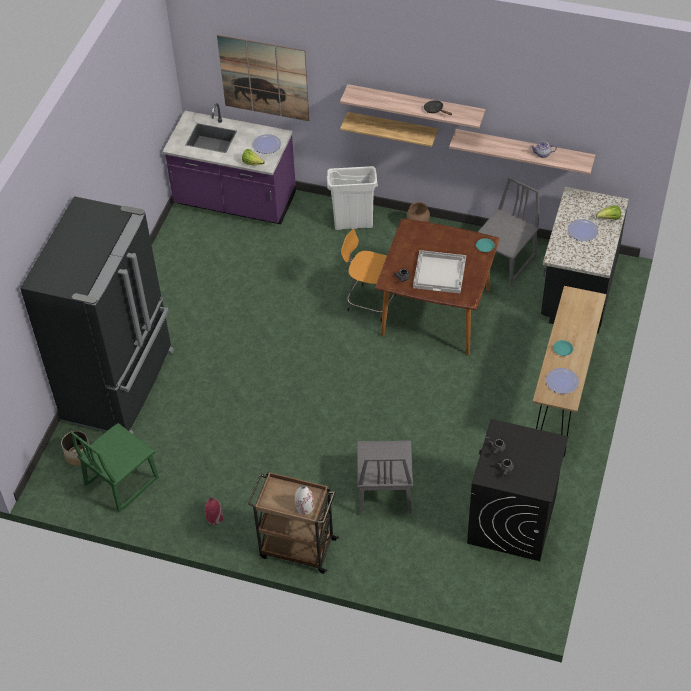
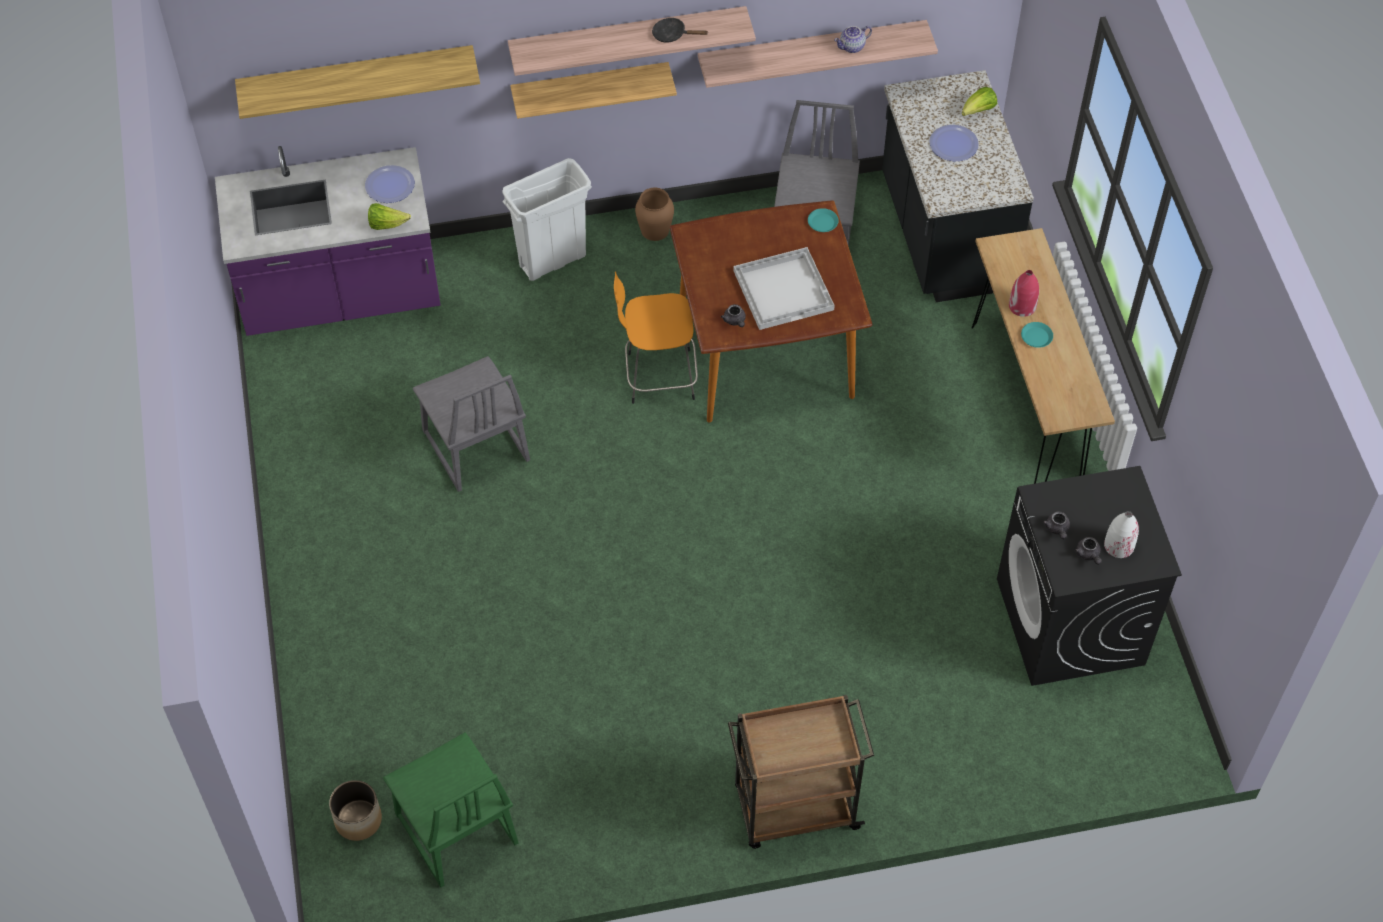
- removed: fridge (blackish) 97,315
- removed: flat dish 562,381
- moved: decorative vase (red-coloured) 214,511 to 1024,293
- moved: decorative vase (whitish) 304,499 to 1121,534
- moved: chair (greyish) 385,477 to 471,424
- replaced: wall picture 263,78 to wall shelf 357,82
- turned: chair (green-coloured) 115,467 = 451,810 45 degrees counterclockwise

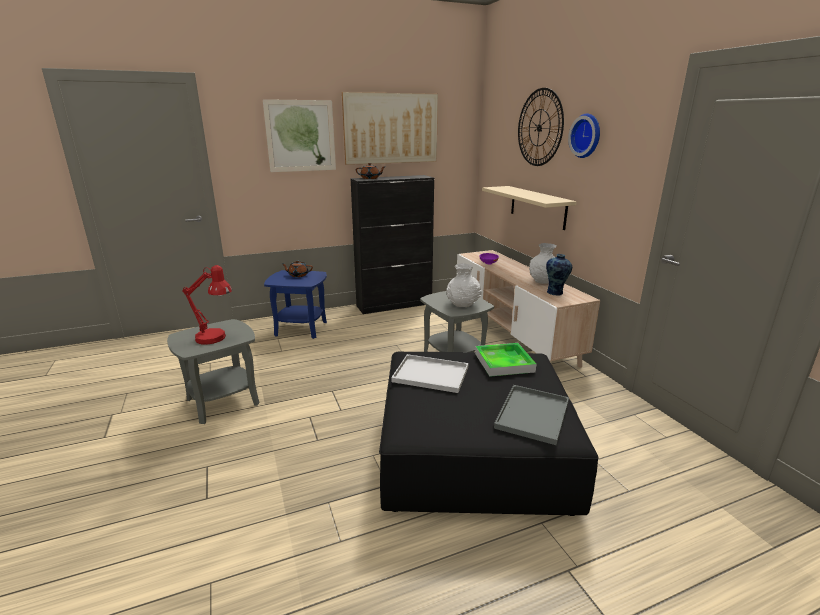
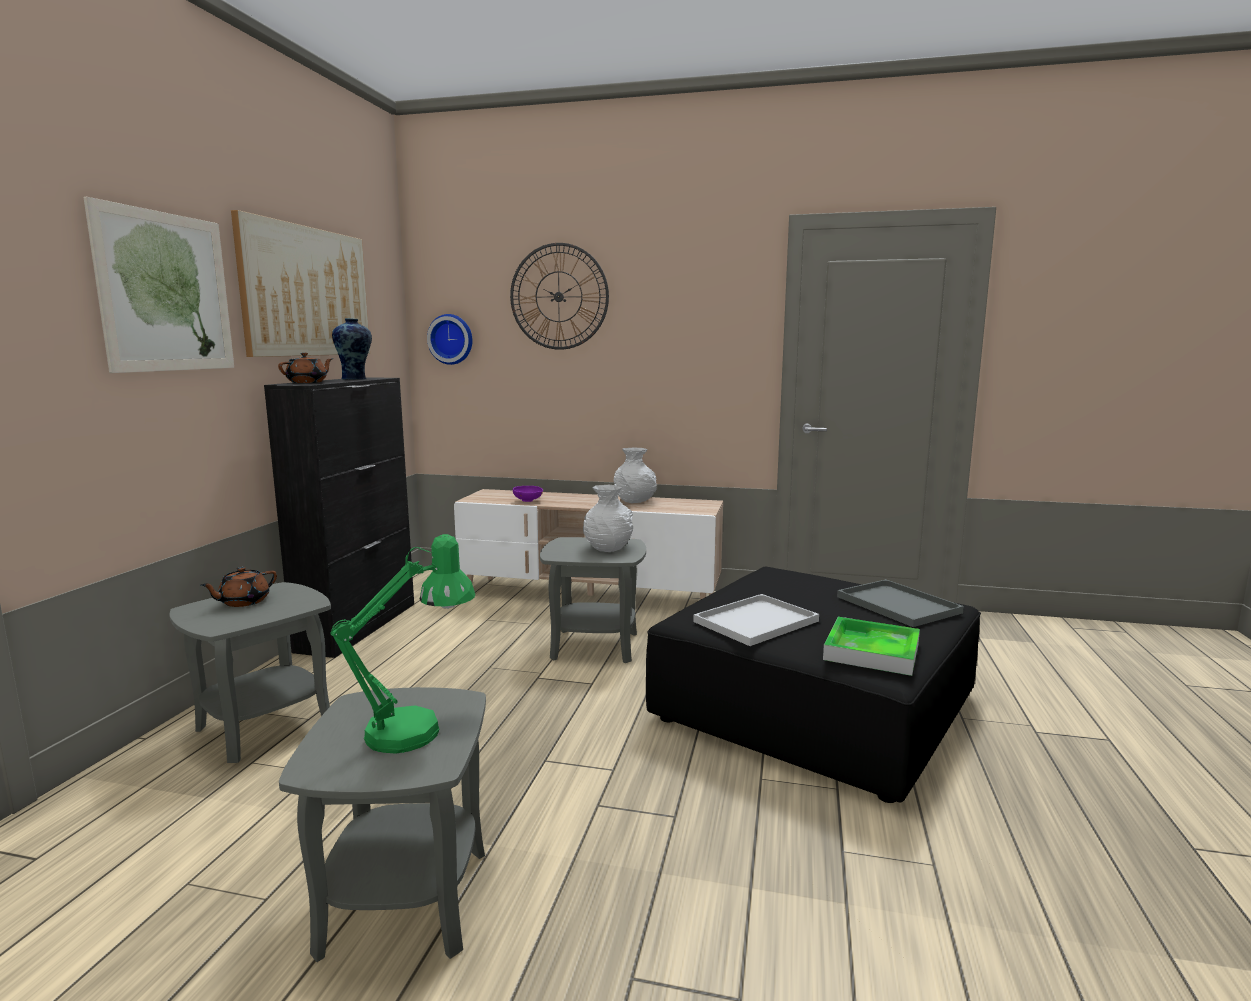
- removed: wall shelf (beige-coloured) 529,208
- moved: carrying tray 505,360 to 871,646
- moved: decorative vase 559,274 to 352,349
- moved: wall clock 584,135 to 449,339
- recoloured: lamp for a table (red-coloured) 207,305 to lamp for a table (green-coloured) 403,644
- recoloured: side table (blue) 295,304 to side table (greyish) 250,672

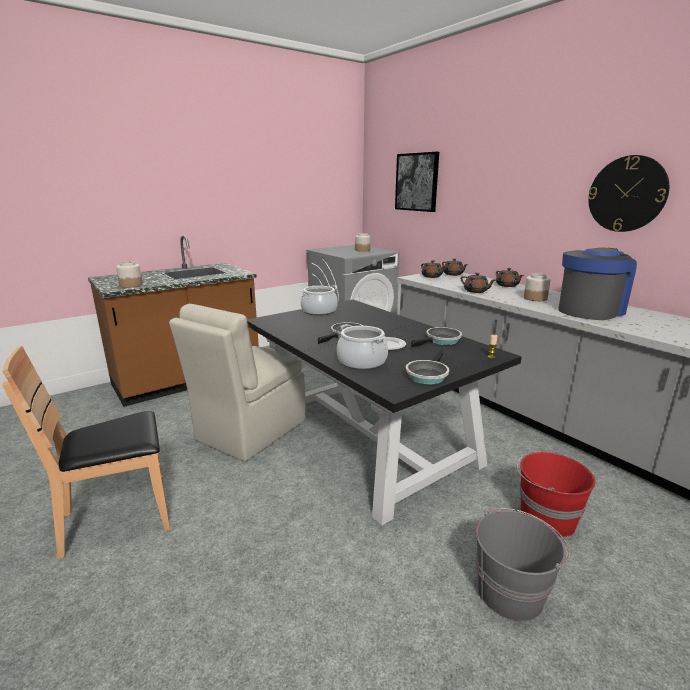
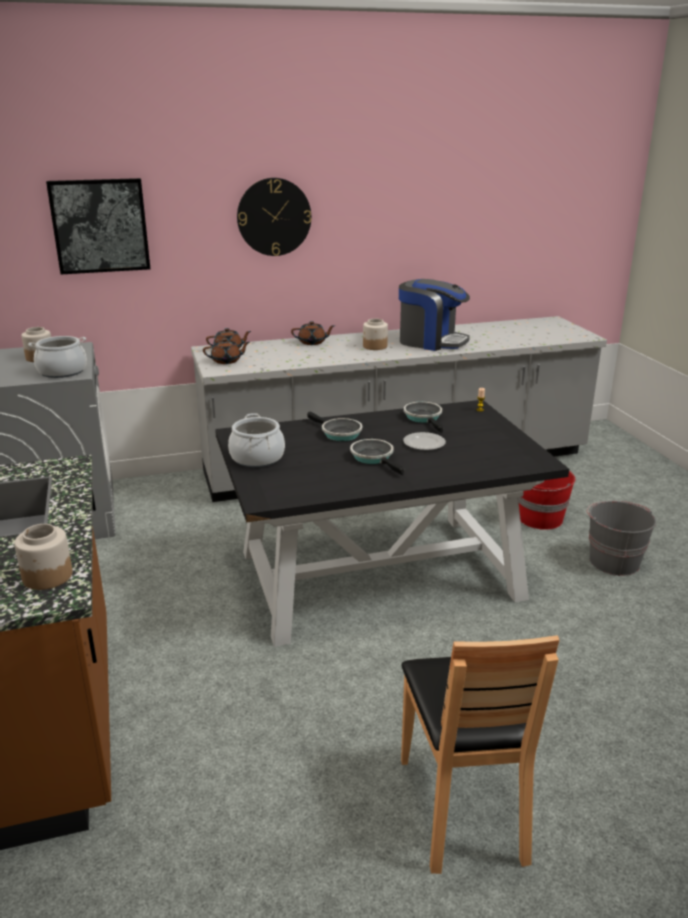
- removed: chair (beige-coloured) 237,382
- removed: tea pot (brownish) 478,283
- moved: cooking pot 362,347 to 57,357
- moved: frying pan 427,367 to 335,426
- moved: wall clock 628,193 to 274,217
- turned: coffee machine 597,283 = 434,315 135 degrees clockwise

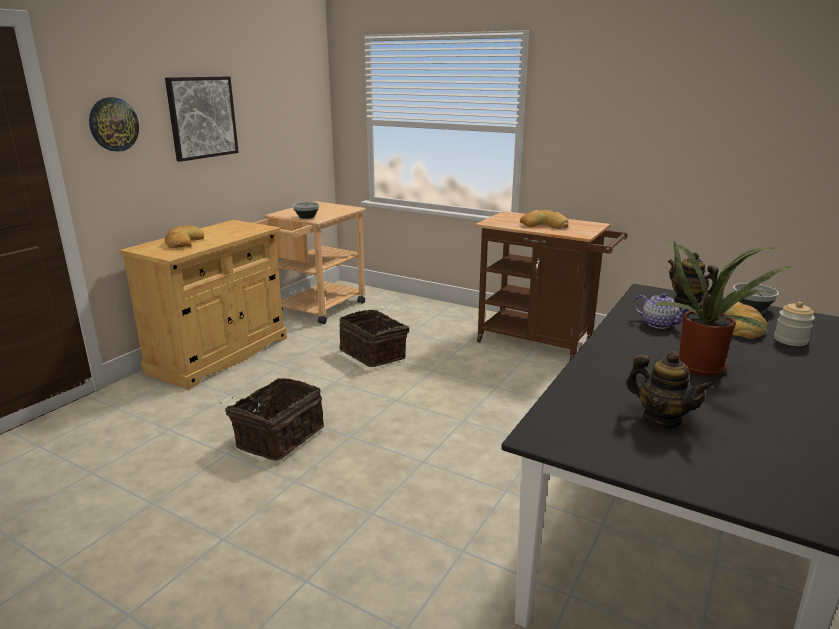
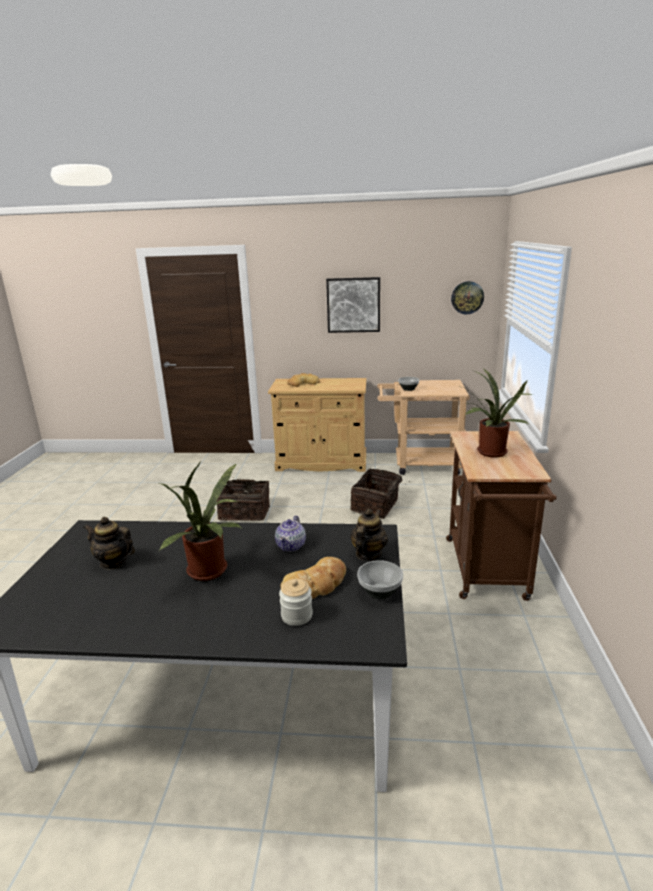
- moved: wall clock 114,124 to 467,297
- replaced: bakery bread 544,219 to plant in a pot 497,412
- turned: tea pot 669,389 = 109,543 90 degrees clockwise

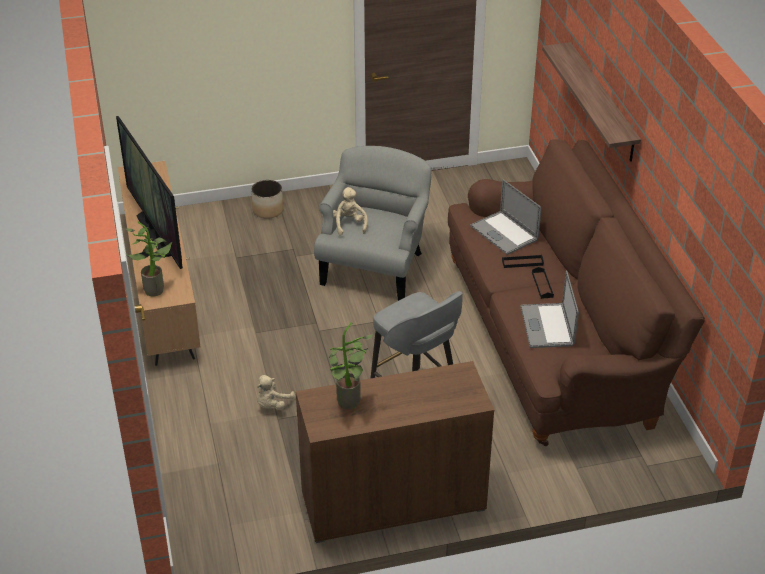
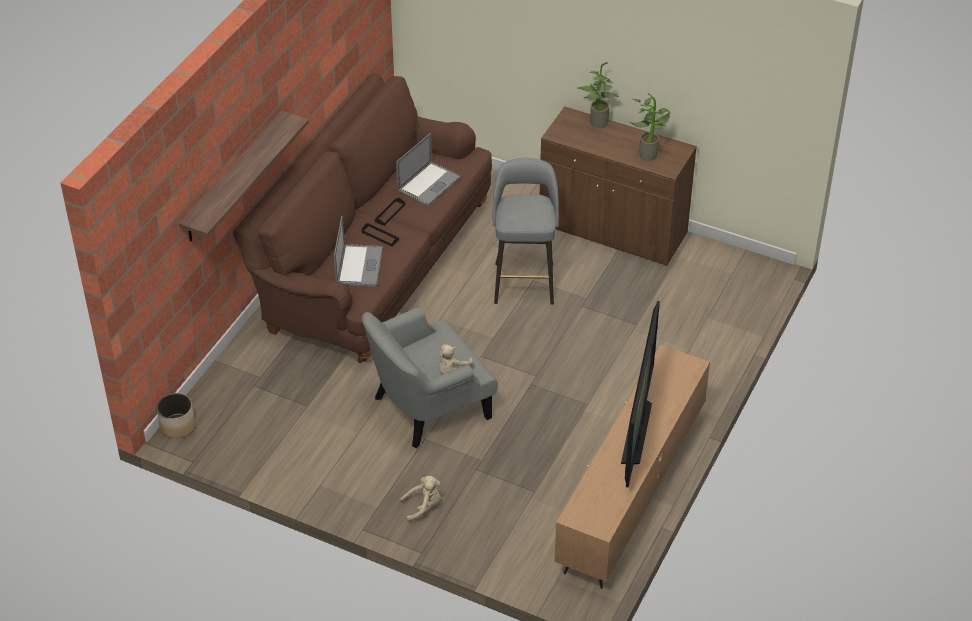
- moved: plant in a pot 148,259 to 598,95
- moved: plant pot 267,199 to 176,416
- moved: cuddly toy (beige-coloured) 276,392 to 420,499

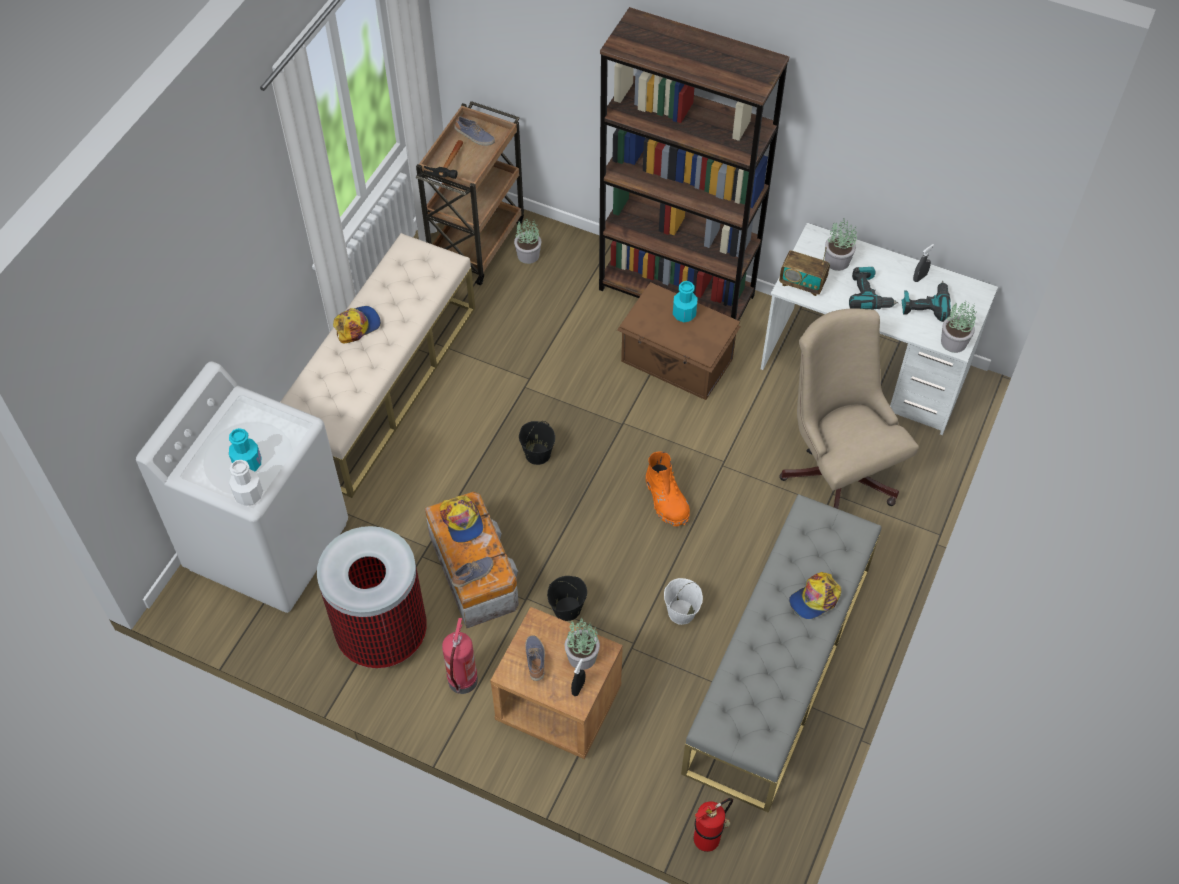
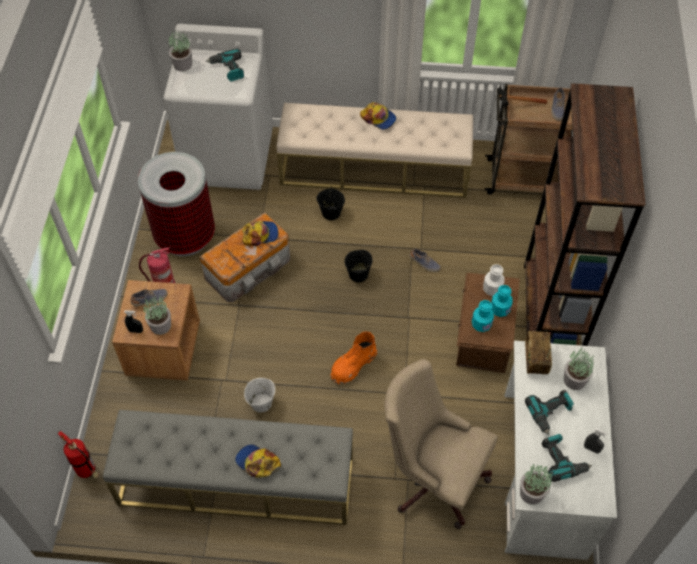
- added: power drill 225,65
- moved: bottle (turquoise) 245,449 to 483,316
- moved: bottle (whitish) 246,483 to 493,280
- moved: low shoe 473,572 to 425,260
- moved: plant in a pot 527,241 to 180,51
- moved: pail (blackish) 567,598 to 330,203
- turned: baseball cap 461,519 = 260,233 150 degrees counterclockwise
- turned: desk chair (beige-coloured) 849,408 = 441,444 105 degrees counterclockwise

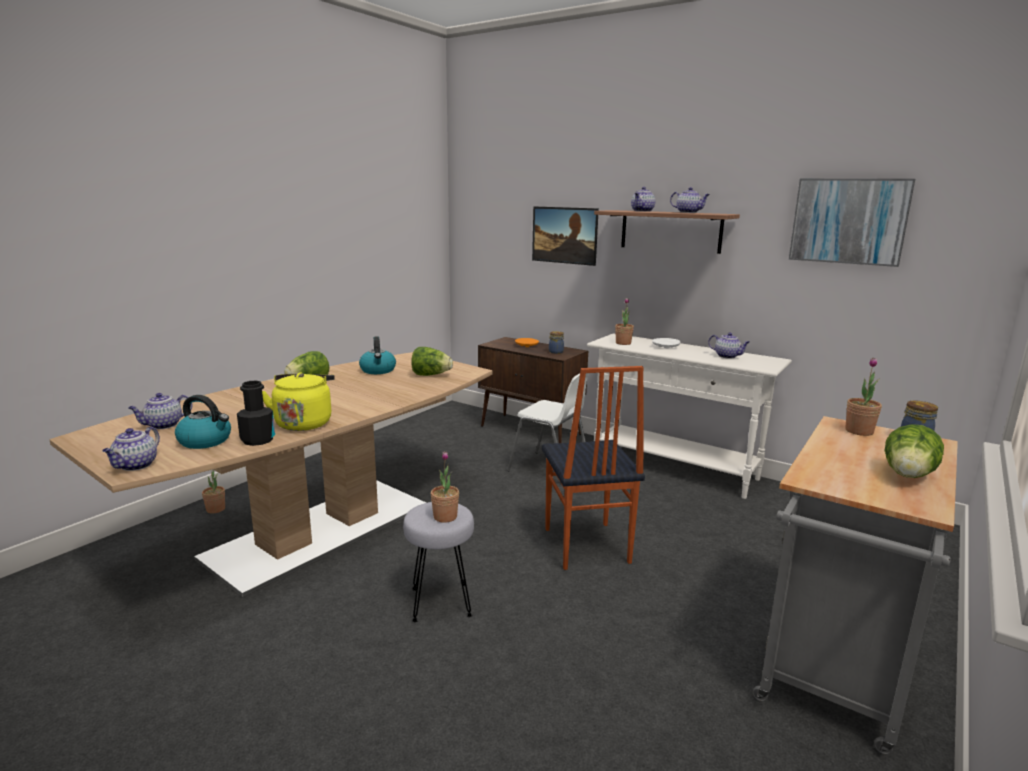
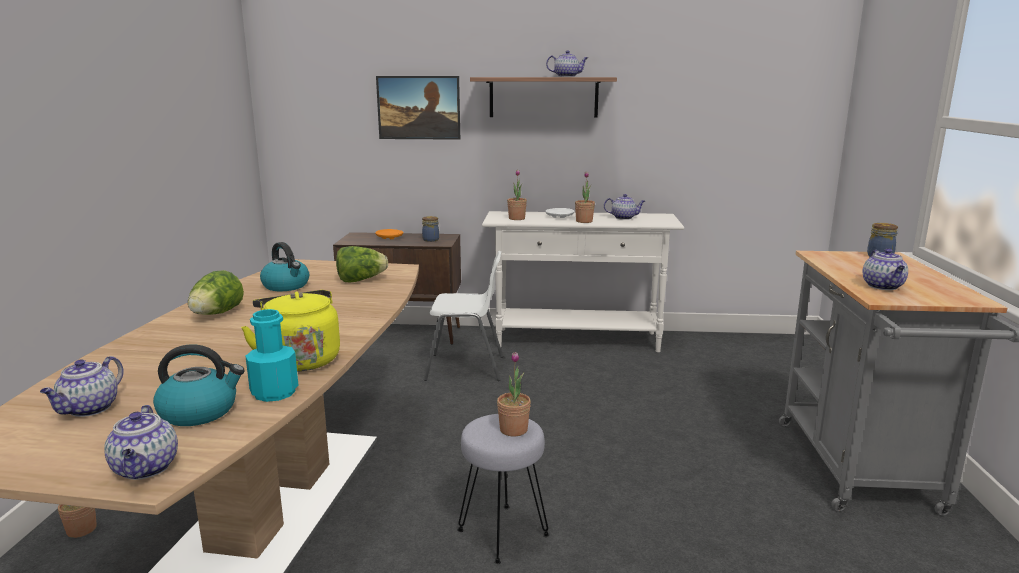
- removed: chair 593,468
- removed: wall picture 852,223
- removed: head of lettuce 914,451
- moved: tea pot 643,199 to 885,269
- moved: plant in a pot 863,396 to 585,197
- recoloured: bottle (blackish) 256,413 to bottle (turquoise) 271,355

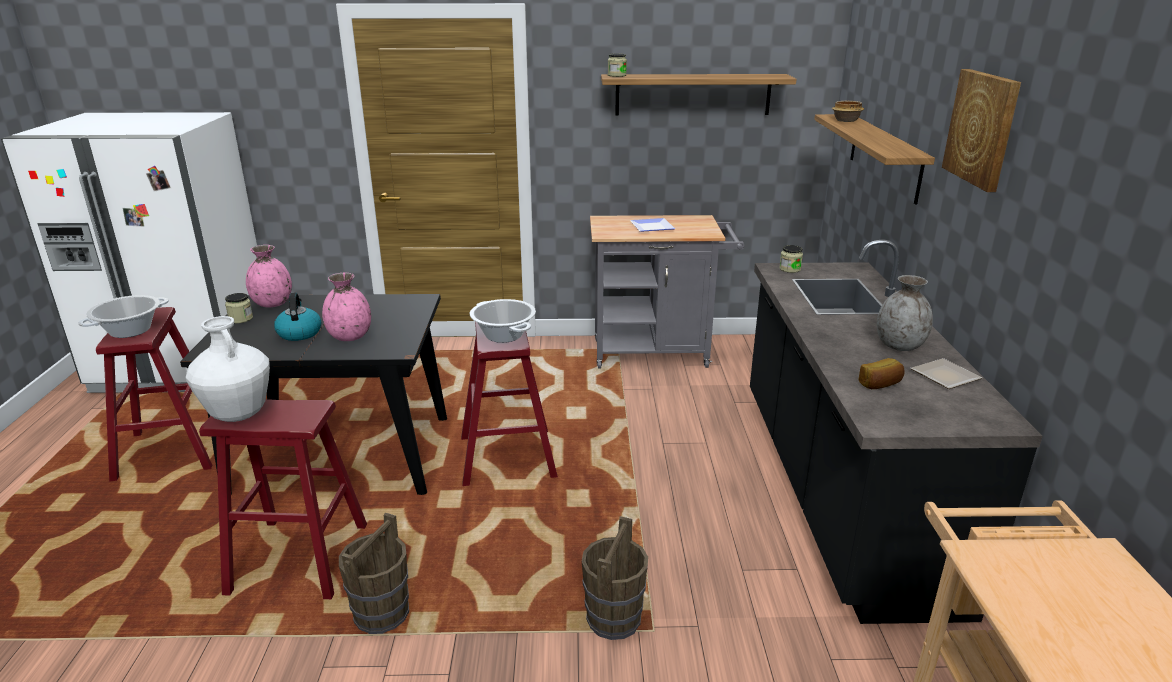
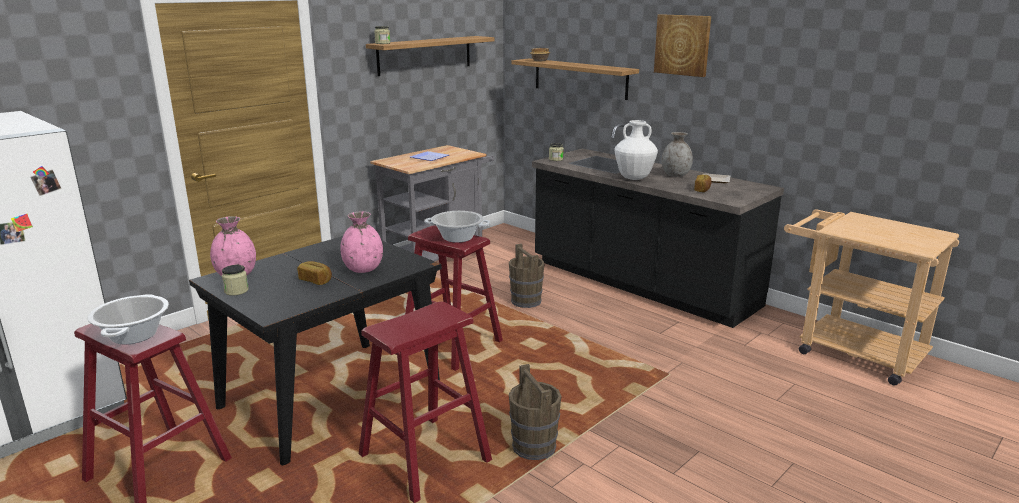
- moved: decorative vase (whitish) 228,369 to 636,150
- moved: pail (brownish) 615,578 to 527,276
- replaced: water kettle 297,316 to bakery bread 314,273

